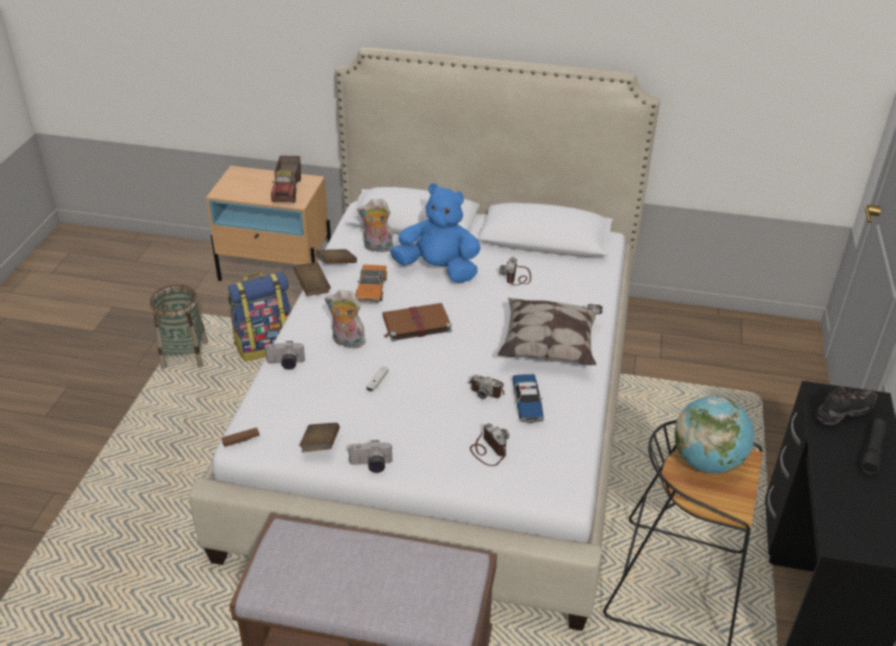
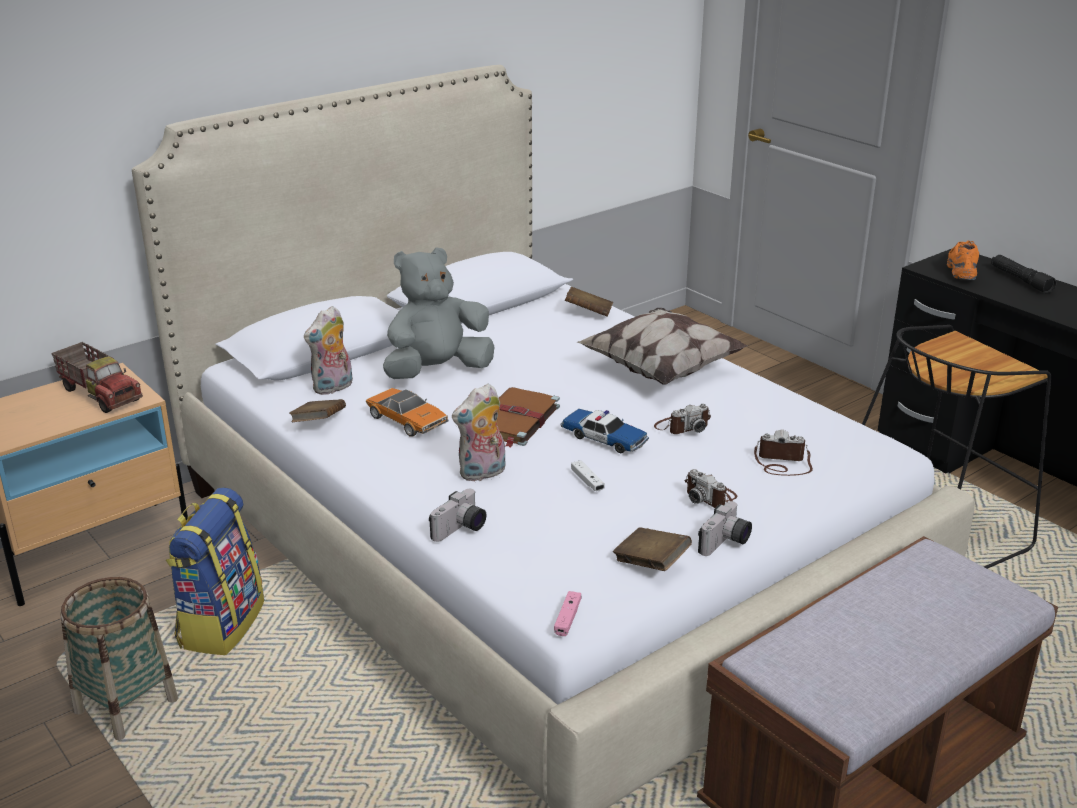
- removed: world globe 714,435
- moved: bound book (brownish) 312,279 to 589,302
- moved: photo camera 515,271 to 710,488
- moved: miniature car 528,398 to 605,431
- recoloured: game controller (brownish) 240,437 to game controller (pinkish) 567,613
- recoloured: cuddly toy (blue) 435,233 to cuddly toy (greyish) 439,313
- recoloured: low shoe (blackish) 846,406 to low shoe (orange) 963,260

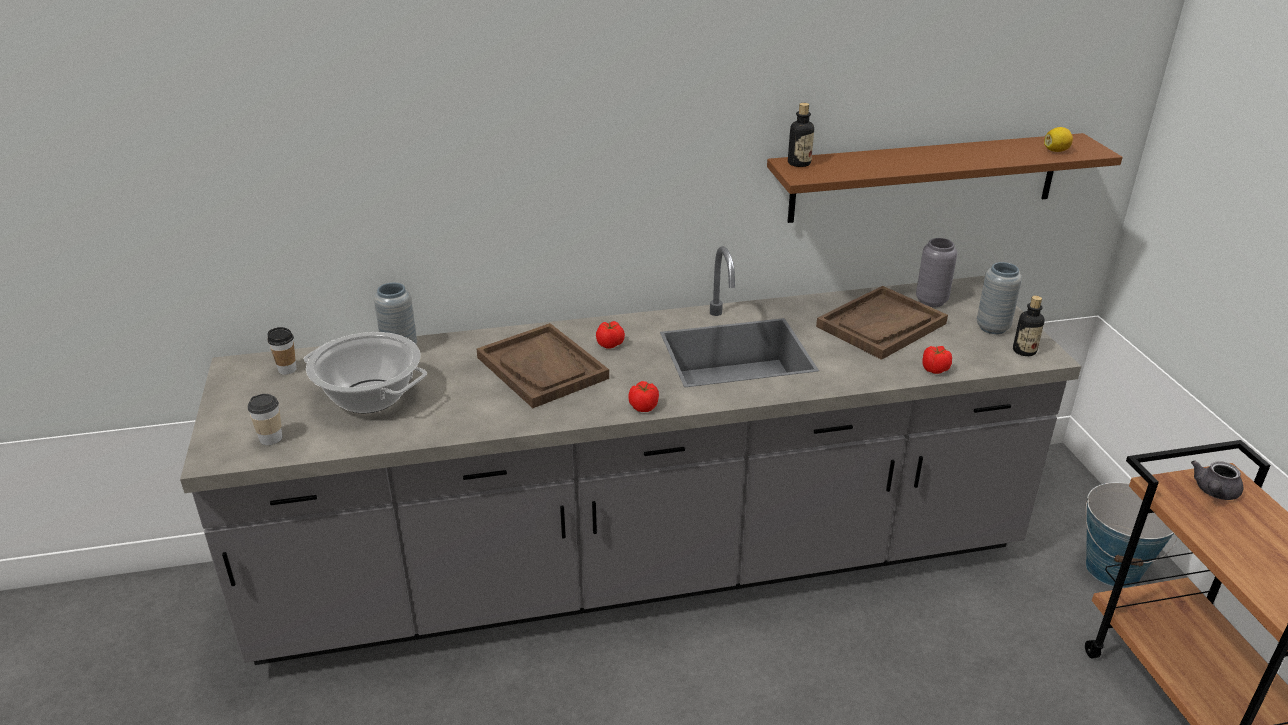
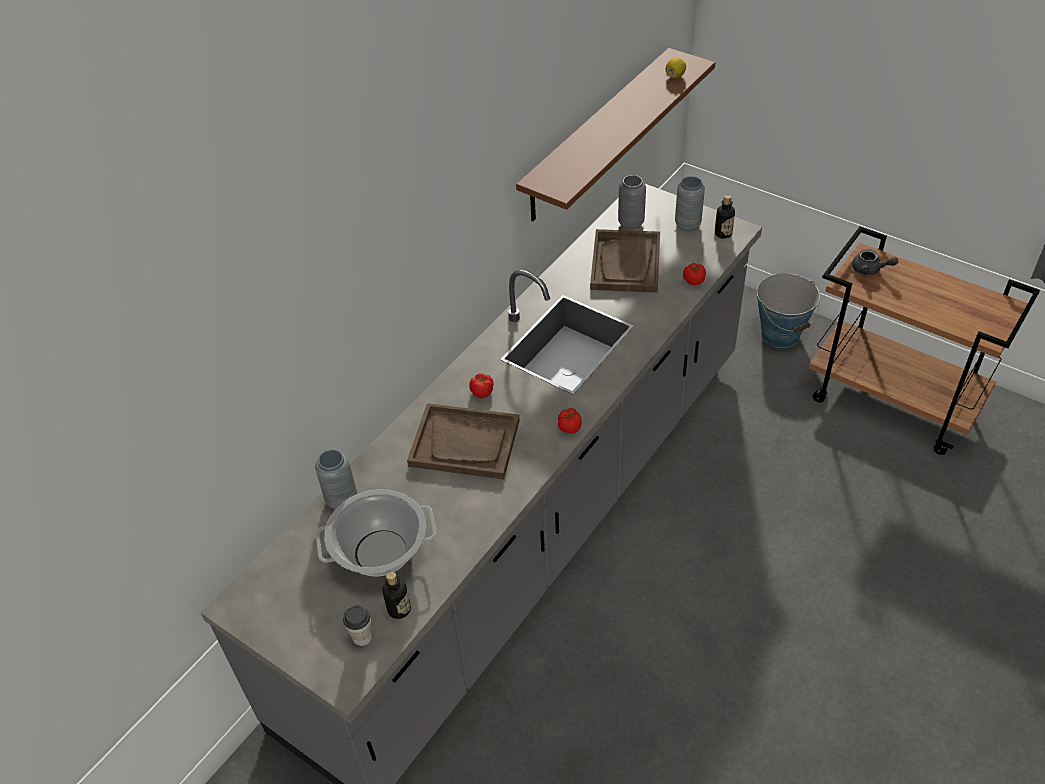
- removed: small cup 281,351
- moved: bottle 801,135 to 396,595
- turned: tea pot (greyish) 1217,480 = 875,262 60 degrees counterclockwise

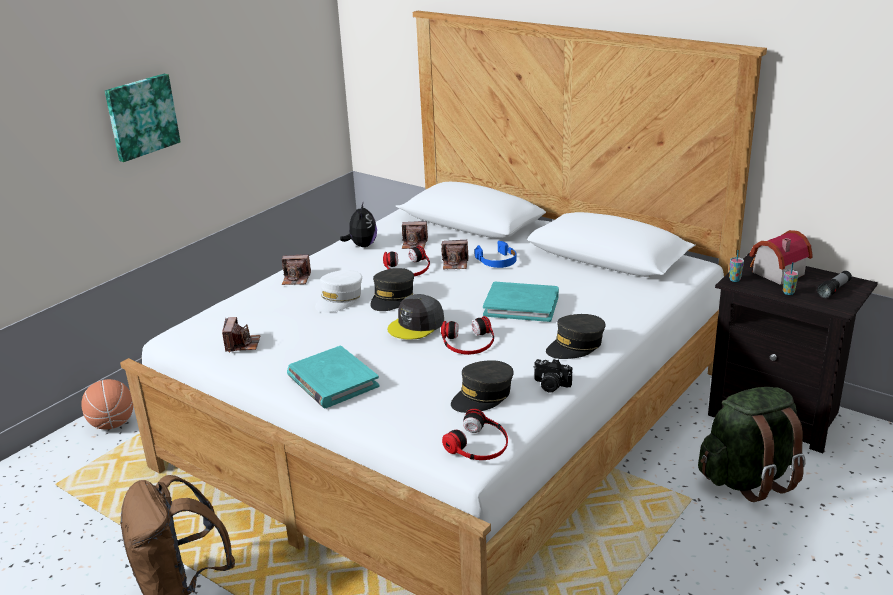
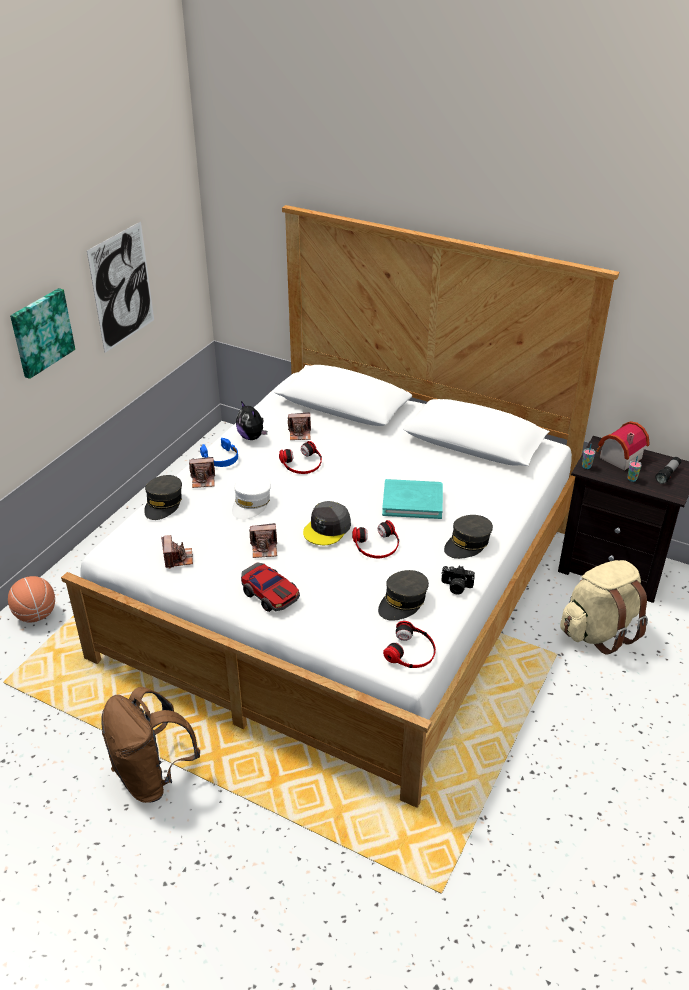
- added: wall picture 120,287
- moved: baseball cap (greyish) 392,289 to 163,497
- moved: photo camera 454,254 to 263,540
- moved: headset (blue) 495,254 to 219,452
- replaced: bound book (turquoise) 333,377 to miniature car 270,587
- recoloured: knapsack (green-coloured) 751,444 to knapsack (beige-coloured) 604,607
- turned: cuddly toy 358,225 = 251,420 150 degrees clockwise

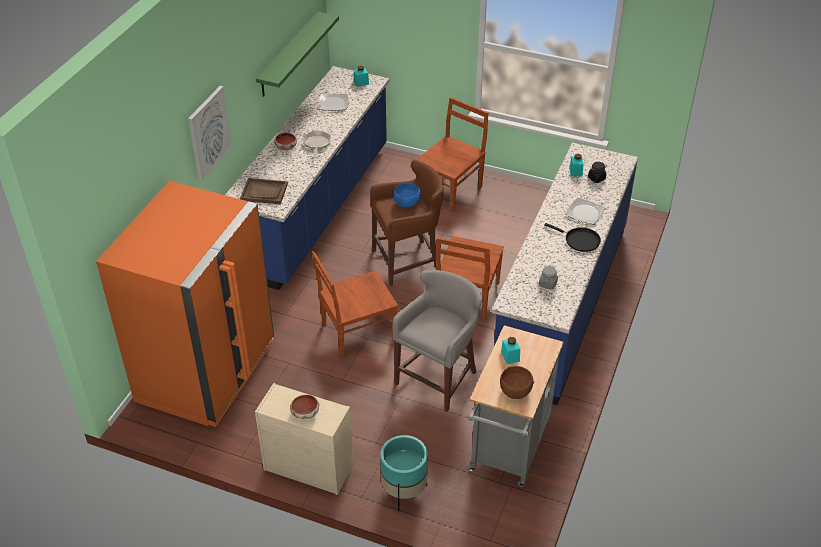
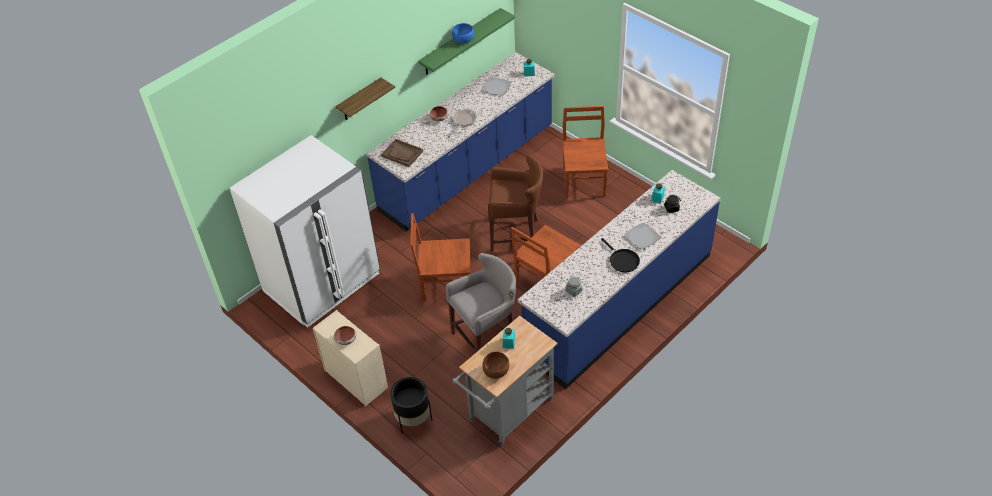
- moved: bowl (blue) 407,195 to 463,33
- replaced: wall picture 210,133 to wall shelf 365,99
- recoloured: fridge (orange) 185,304 to fridge (whitish) 305,231
- recoloured: plant pot (turquoise) 404,473 to plant pot (blackish) 411,405
- turned: chair (brownish) 452,155 = 585,152 60 degrees counterclockwise

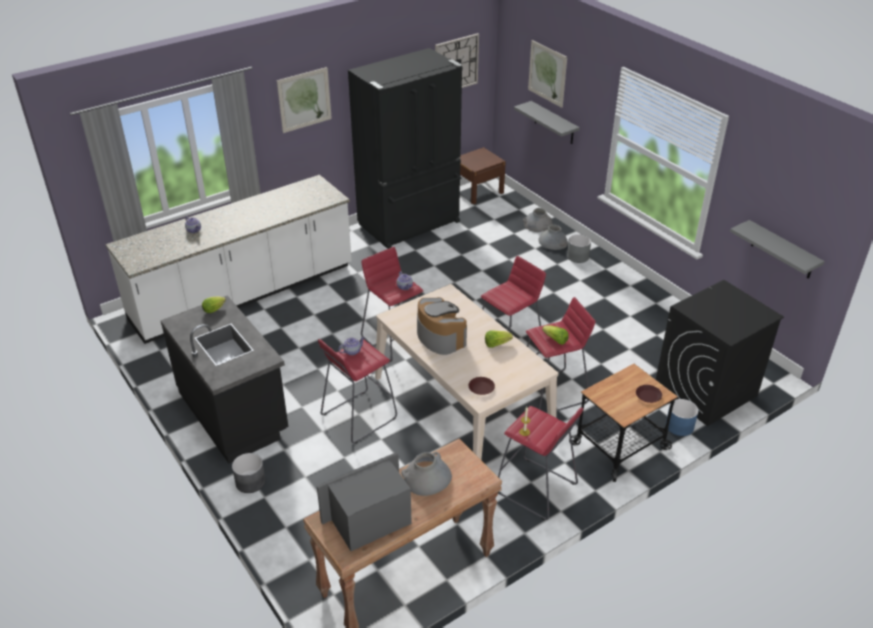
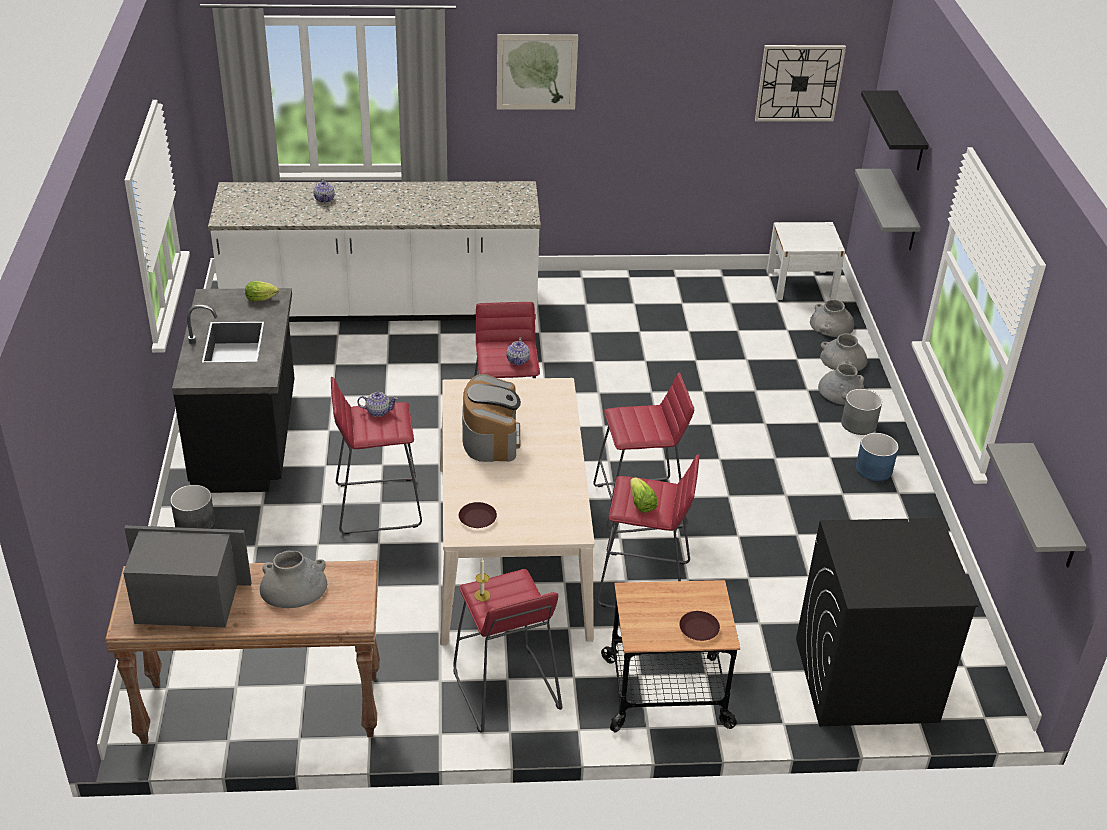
- removed: fridge (blackish) 405,148
- removed: head of lettuce 499,339
- added: decorative vase (greyish) 832,318
- moved: plant pot (blue) 682,417 to 877,457
- replaced: wall picture 547,74 to wall shelf (blackish) 895,130
- recoloured: bedside table (brownish) 483,175 to bedside table (whitish) 806,261

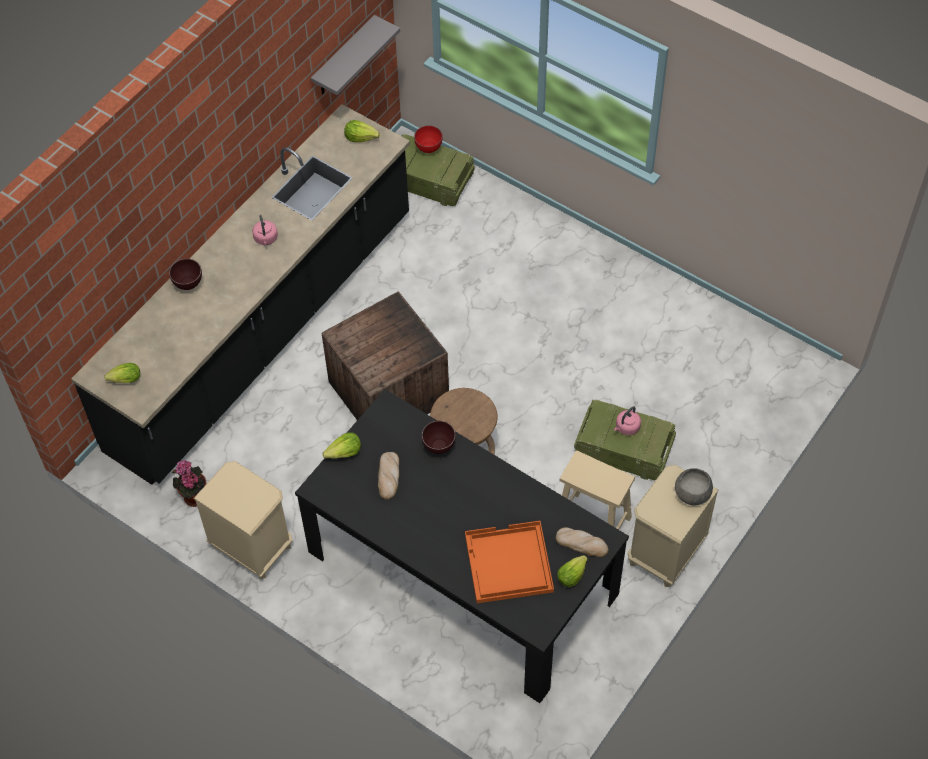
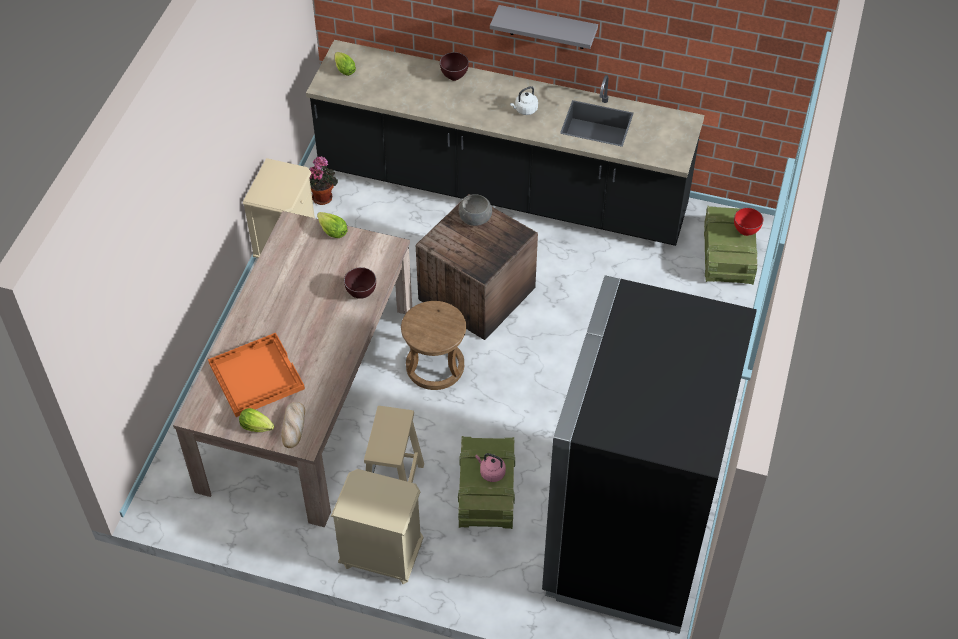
- removed: head of lettuce 362,131
- removed: bakery bread 388,475
- added: fridge (blackish) 649,454
- moved: wall shelf (greyish) 355,55 to 544,27
- moved: bowl (greyish) 694,486 to 475,210
- recoloured: water kettle (pinkish) 265,230 to water kettle (whitish) 524,100
- recoloured: dining table (blackish) 462,546 to dining table (beige-coloured) 292,369

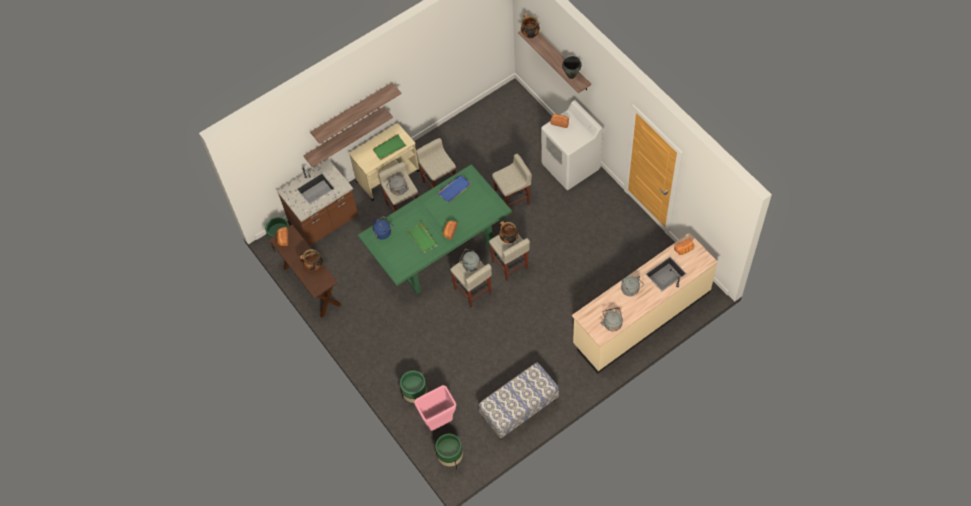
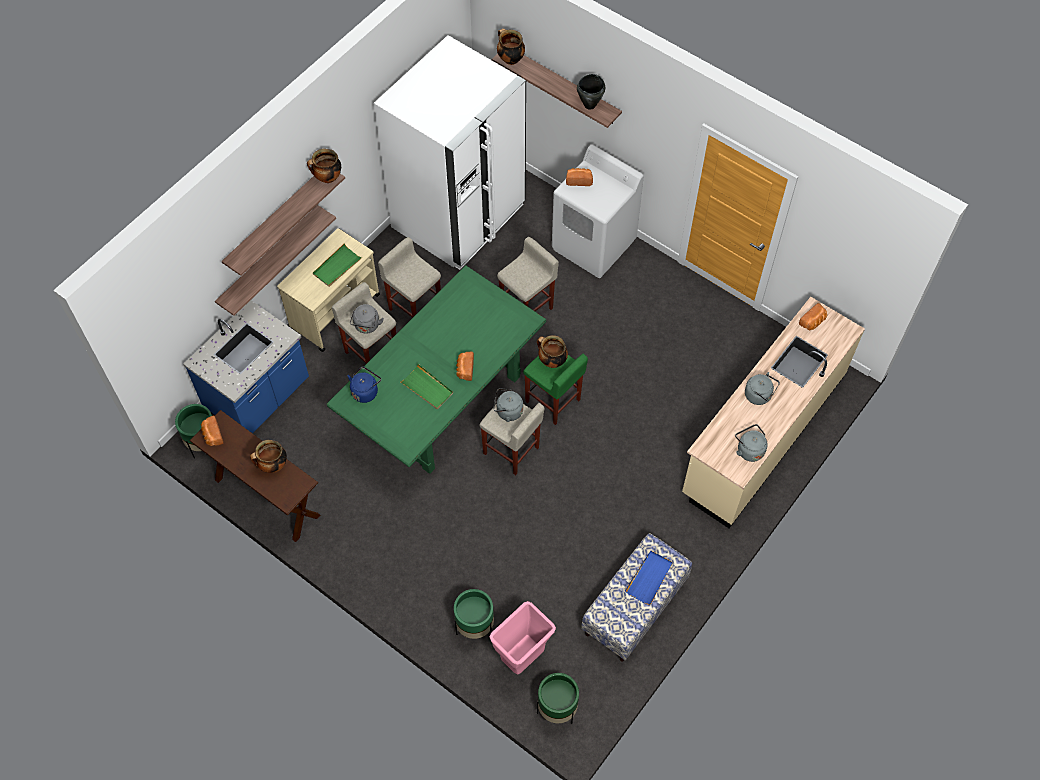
- added: cooking pot 324,166
- added: fridge (whitish) 450,152
- moved: carrying tray (blue) 454,189 to 649,578
- recoloured: counter (brownish) 317,202 to counter (blue) 246,366
- recoloured: stool seat (beige-coloured) 509,258 to stool seat (green-coloured) 555,389

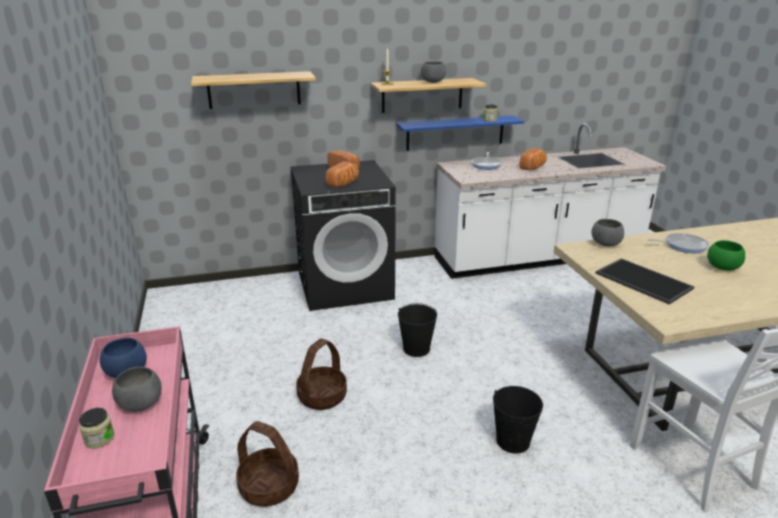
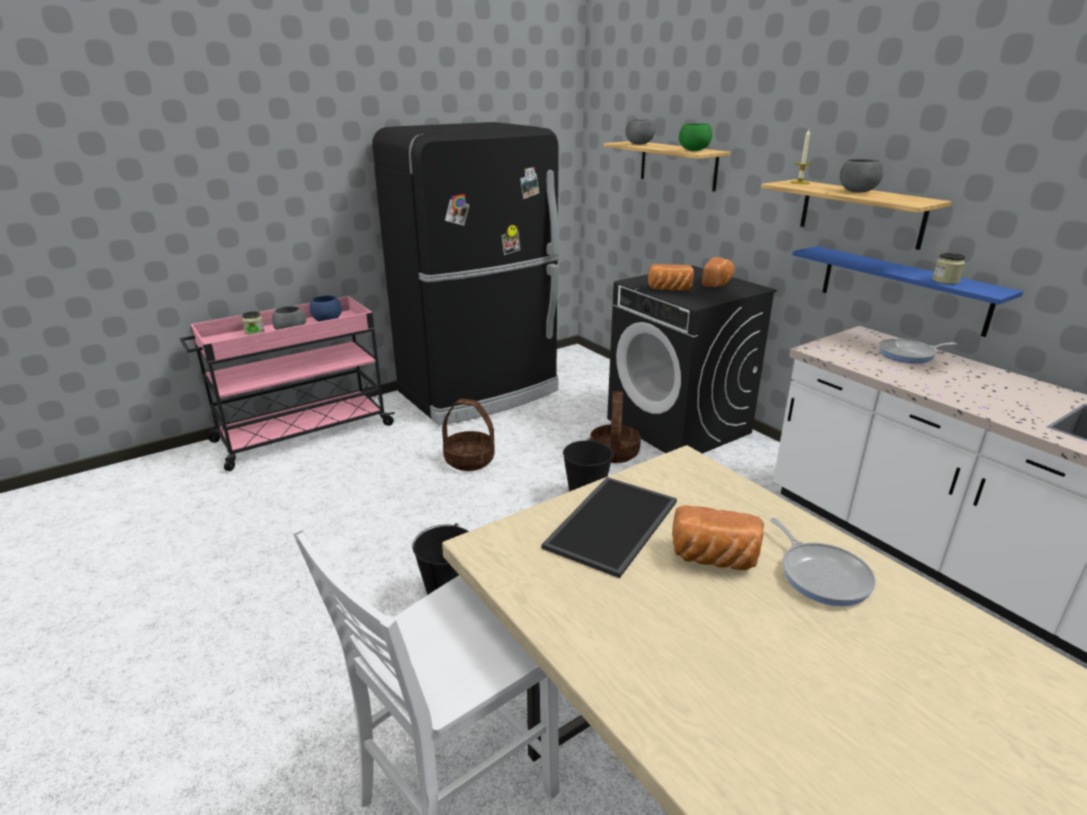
- added: fridge (blackish) 465,273
- moved: household basket 267,464 to 615,427
- moved: bakery bread 533,159 to 718,537
- moved: bowl (greyish) 607,232 to 640,132
- moved: bowl (green-coloured) 726,255 to 695,137

